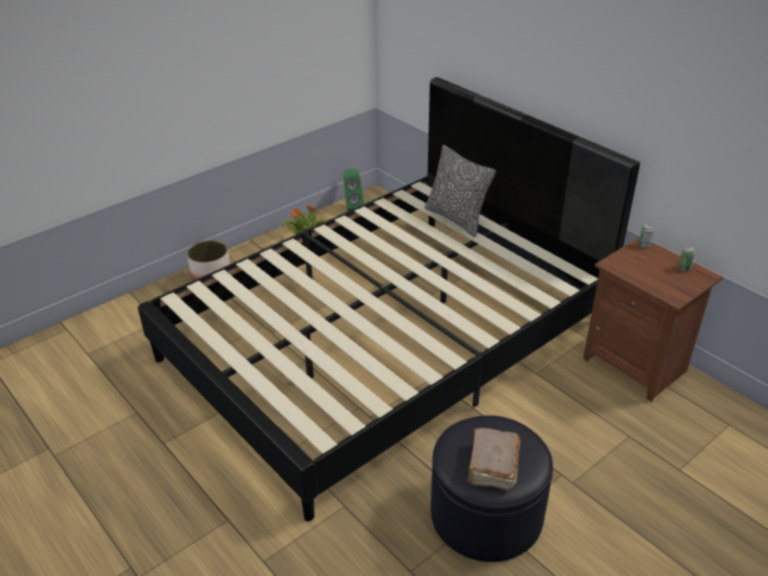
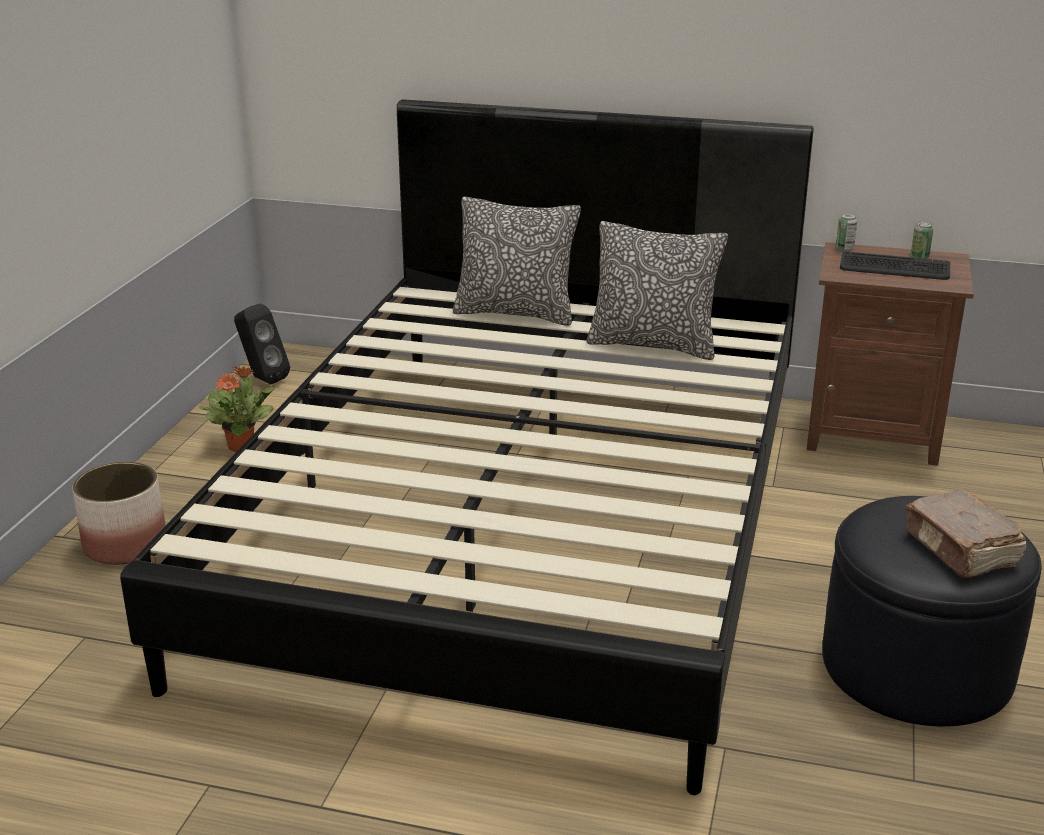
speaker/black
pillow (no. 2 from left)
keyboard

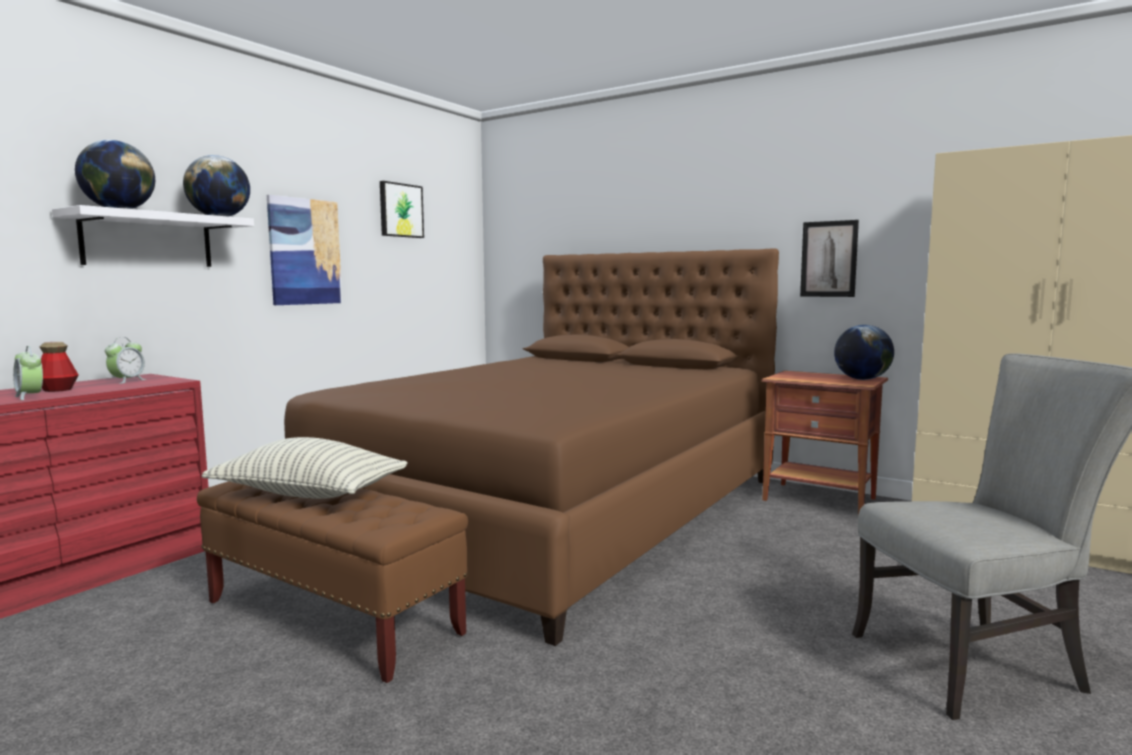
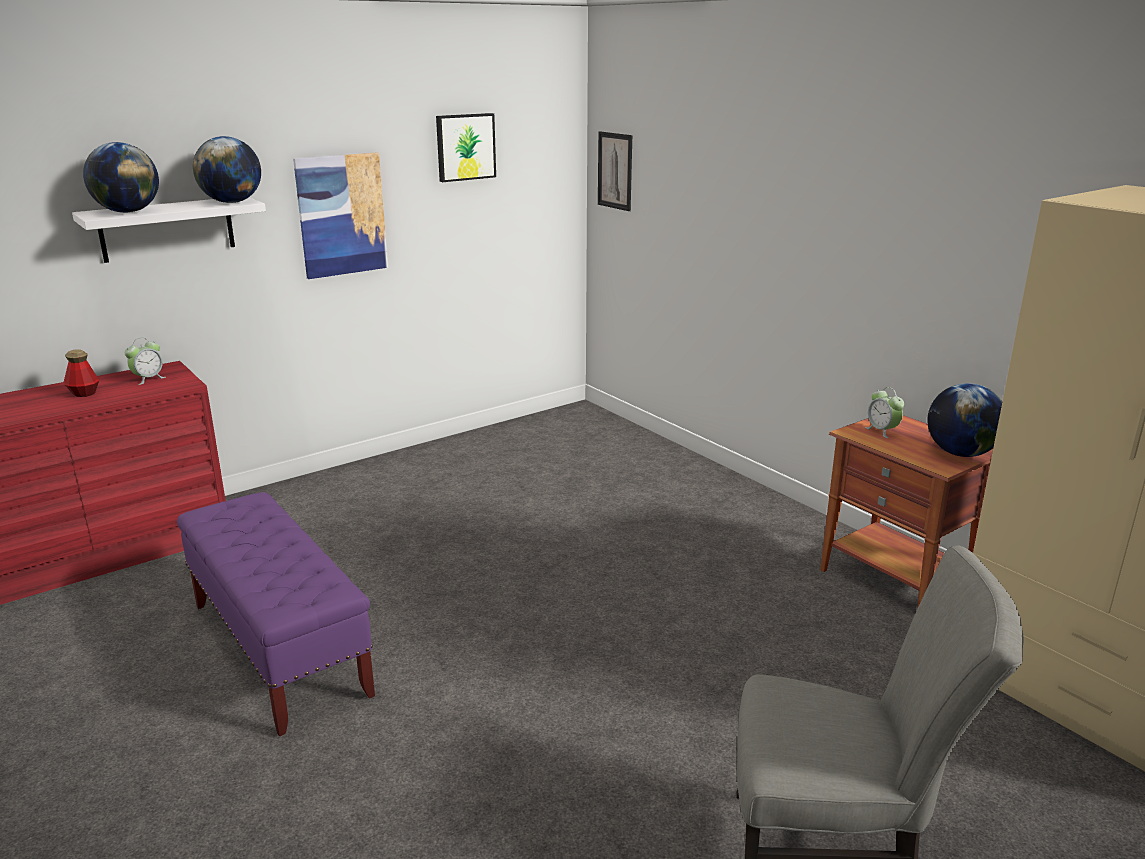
picture (no. 3 from left)
bed/brown
alarm clock (no. 2 from left)
pillow
bench/purple

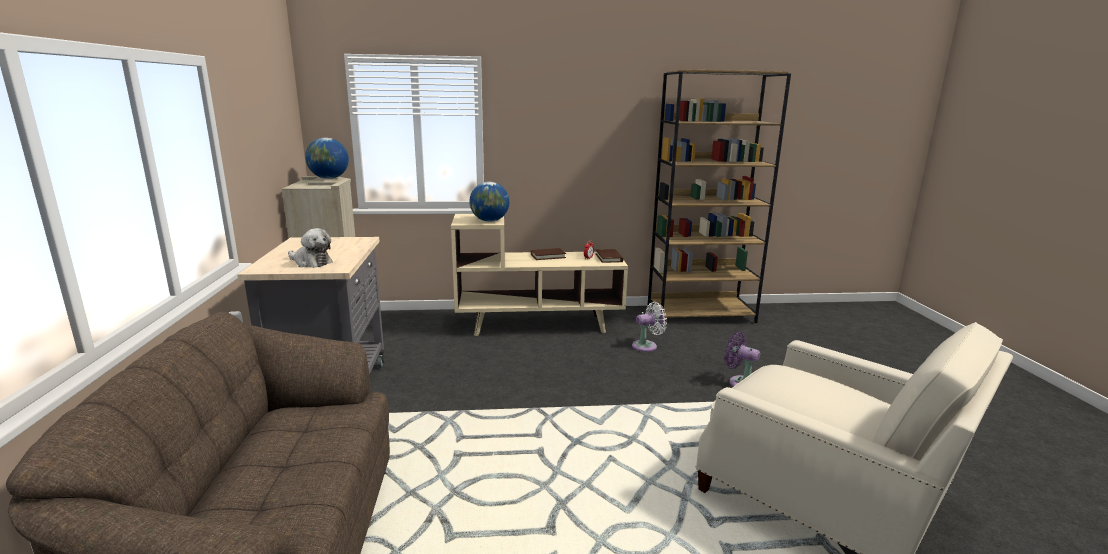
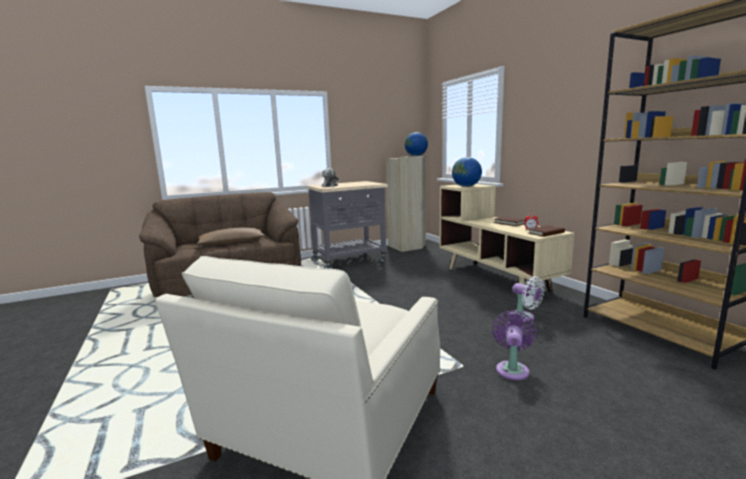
pillow/brown

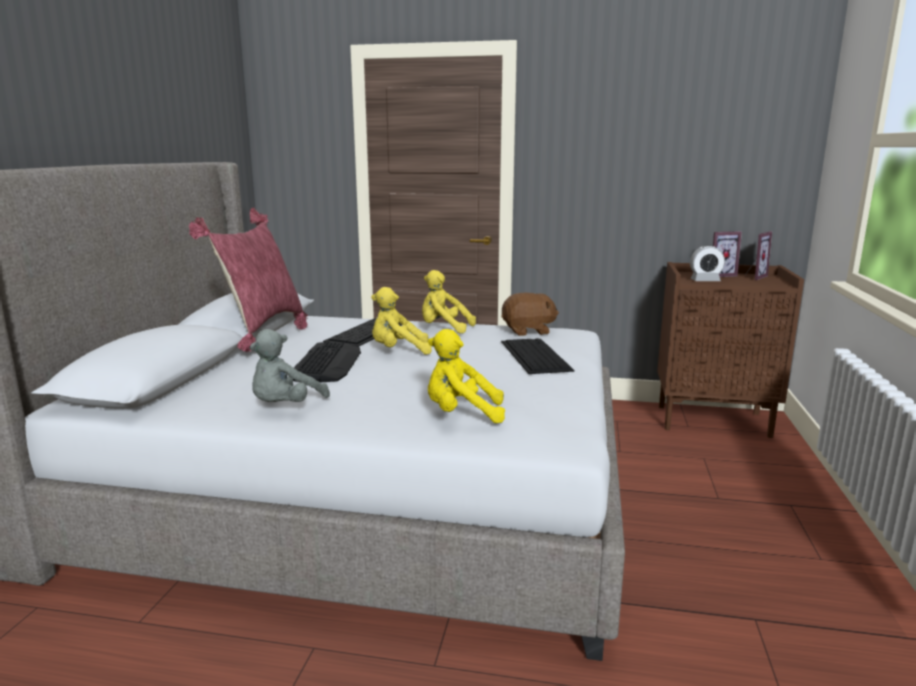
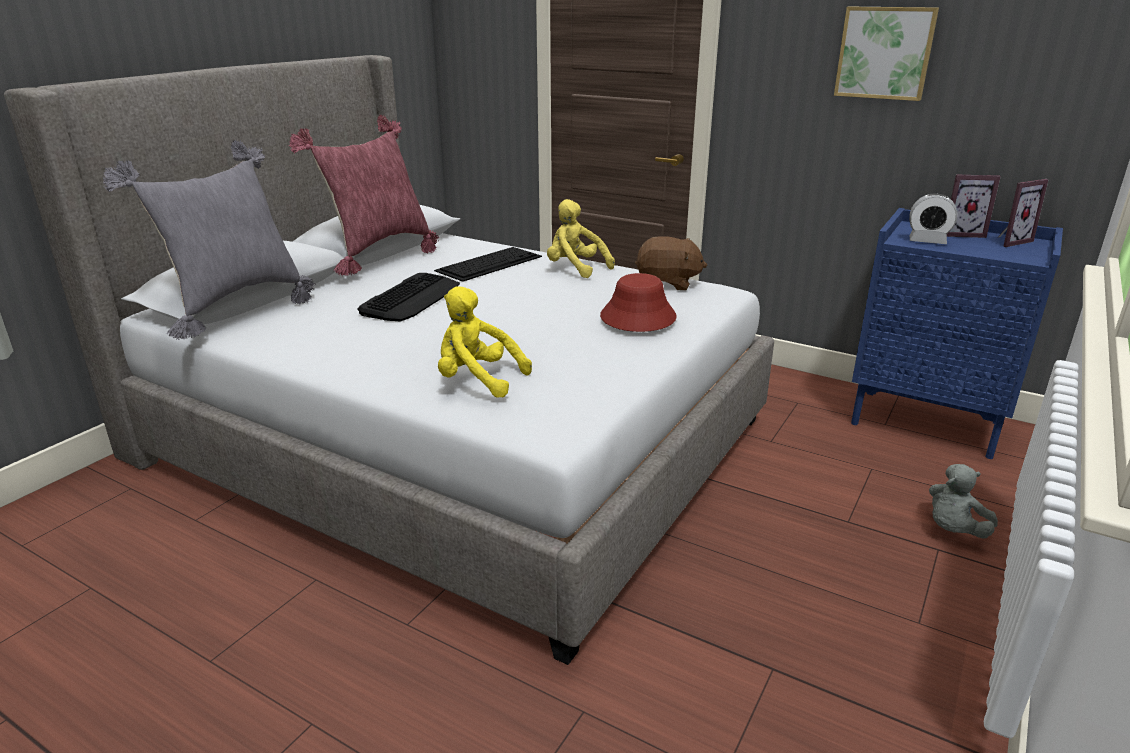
cabinet/blue
plush toy/yellow (no. 1 from left in the first image)
plush toy/grey
hat/red
picture
pillow/grey

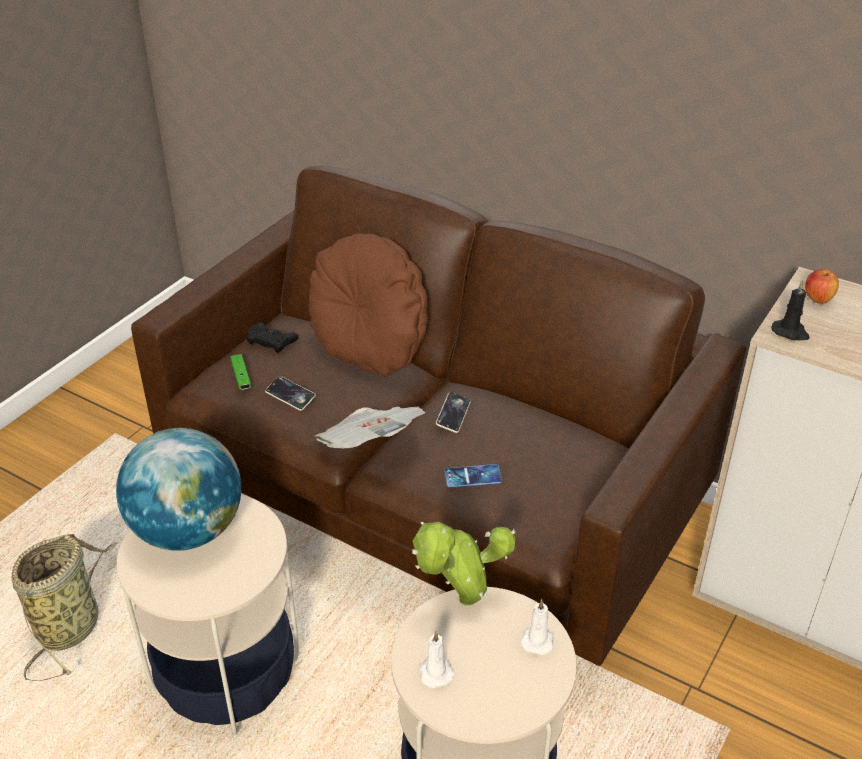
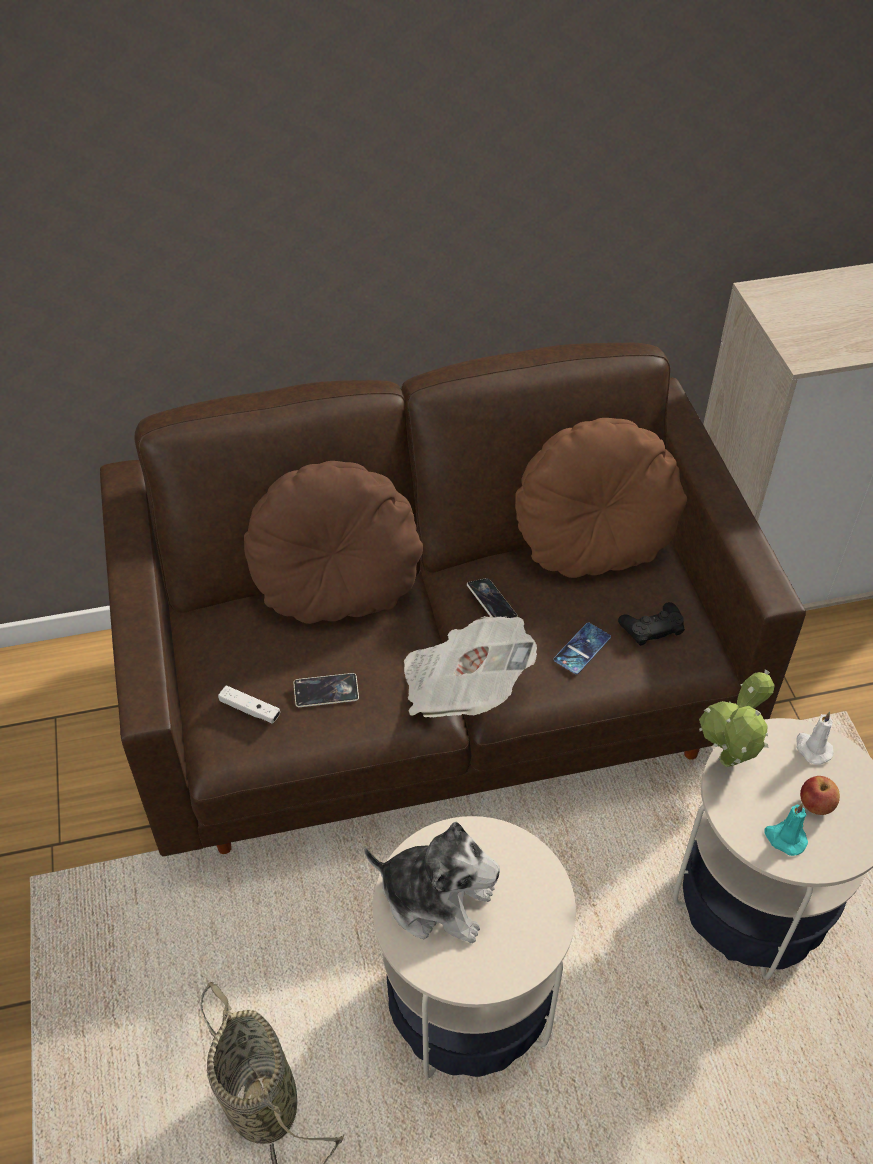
apple
candle/black
game controller/black
game controller/white
plush toy
candle/turquoise
pillow/brown (no. 2 from left)

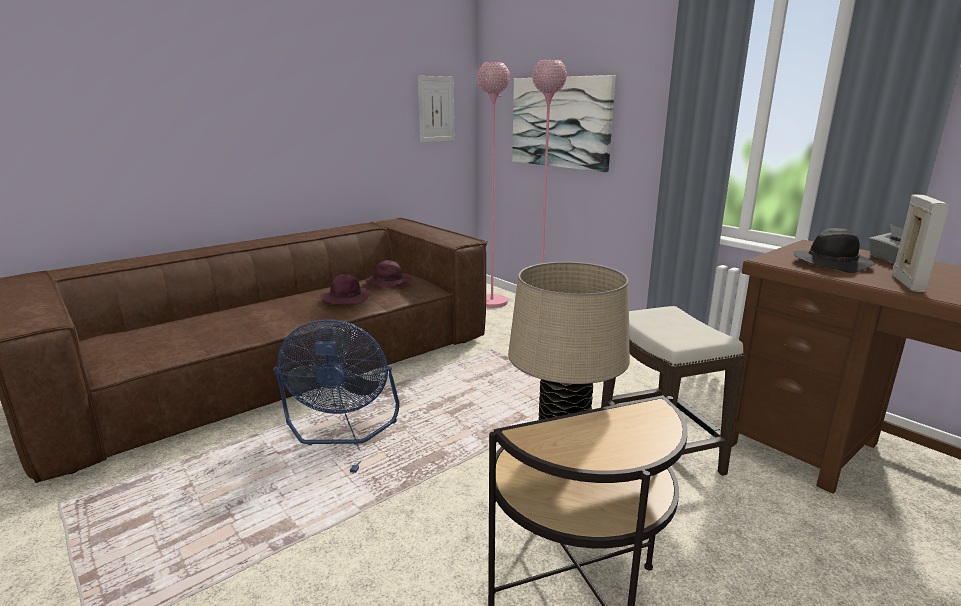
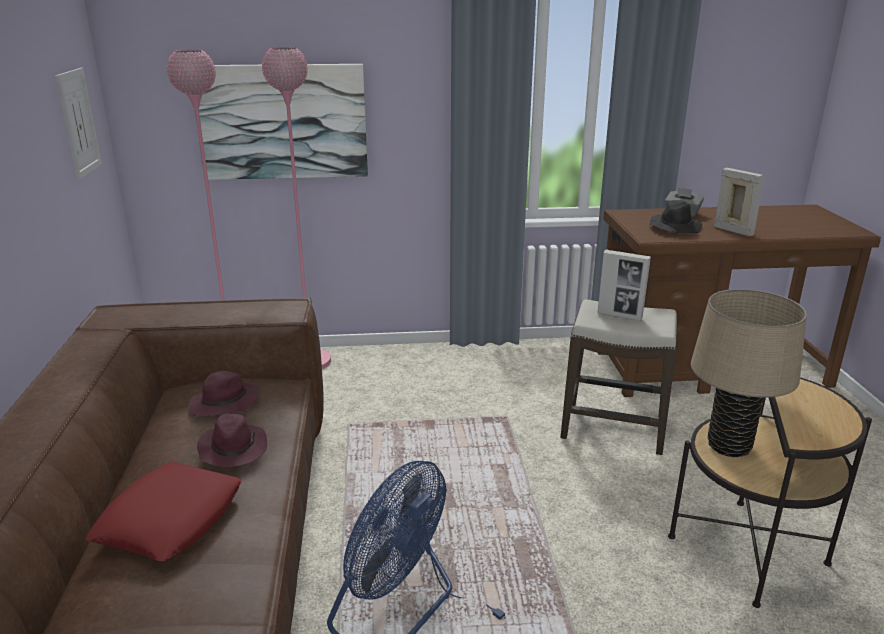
picture frame (no. 1 from left)
pillow/red

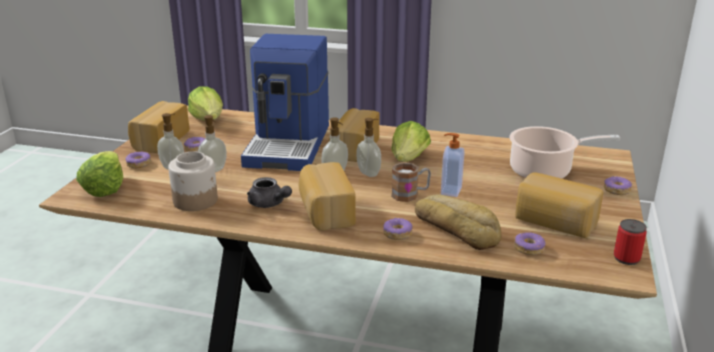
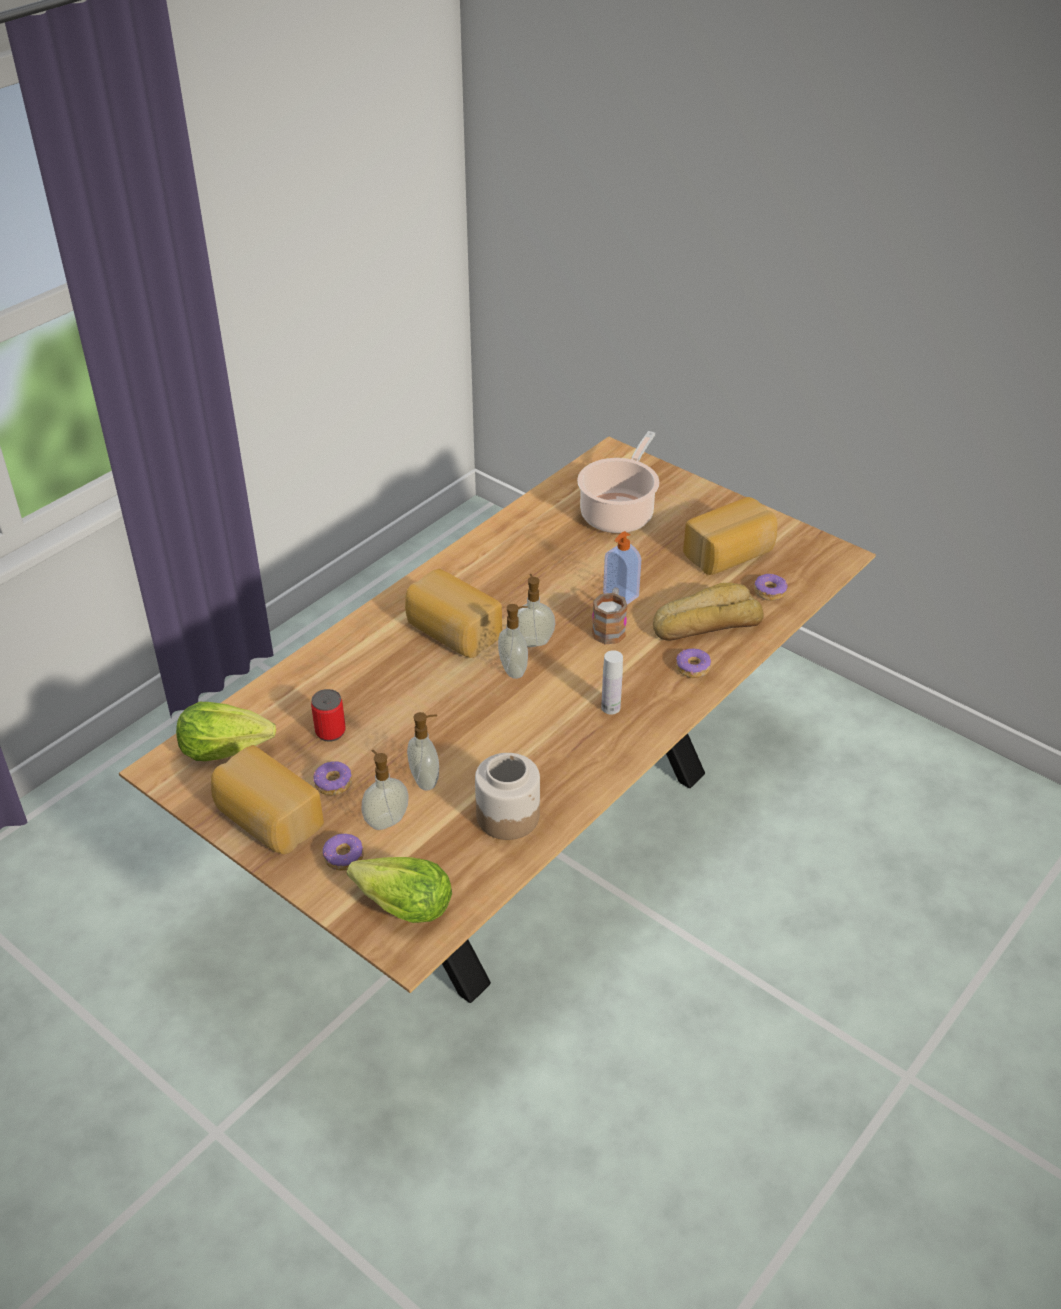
coffee machine
lettuce (no. 3 from left in the first image)
bottle/white
donut (no. 5 from left in the first image)
teapot/grey
can

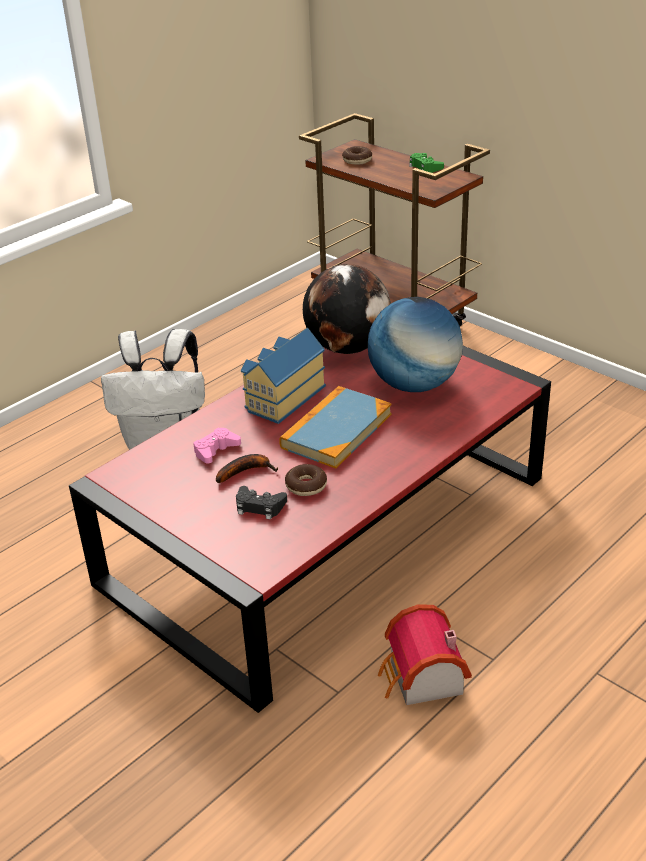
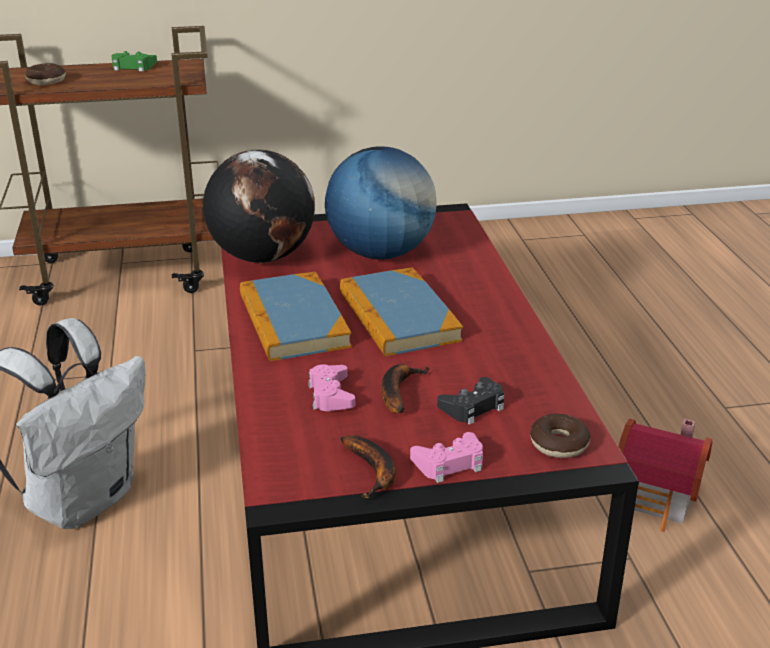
book (no. 1 from left)
donut (no. 2 from left)
game controller/pink (no. 2 from left)
banana (no. 1 from left)

